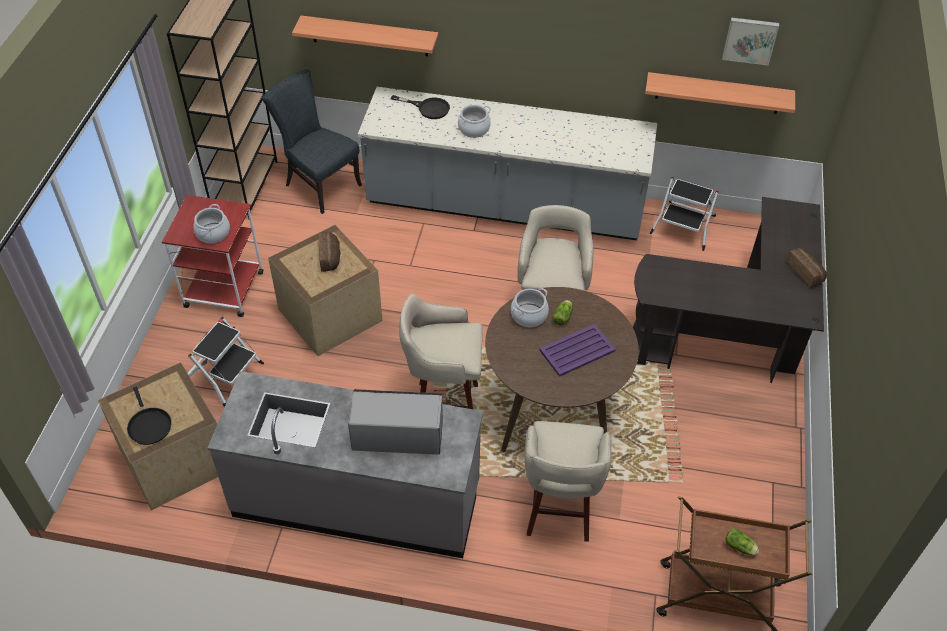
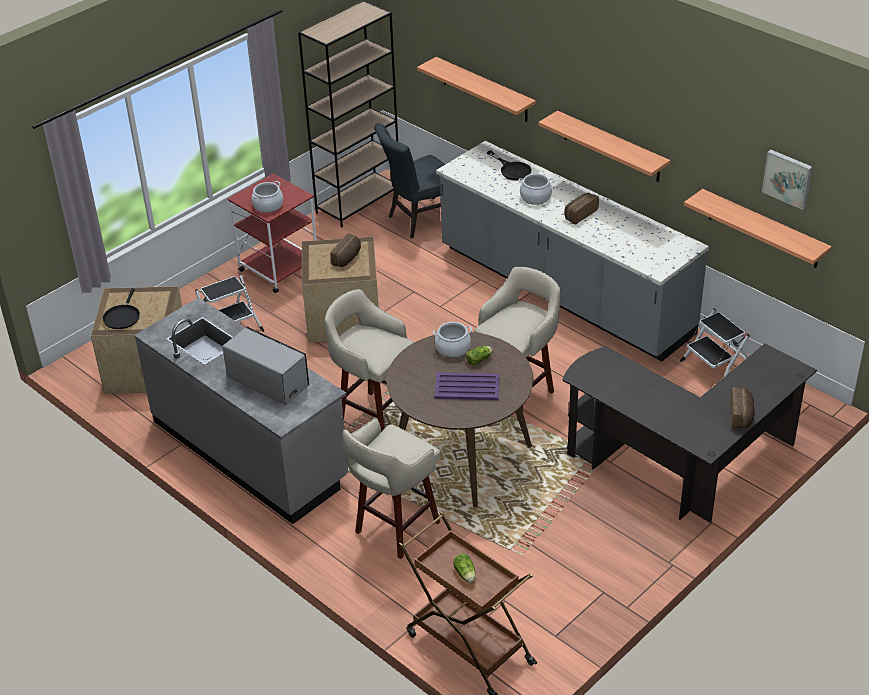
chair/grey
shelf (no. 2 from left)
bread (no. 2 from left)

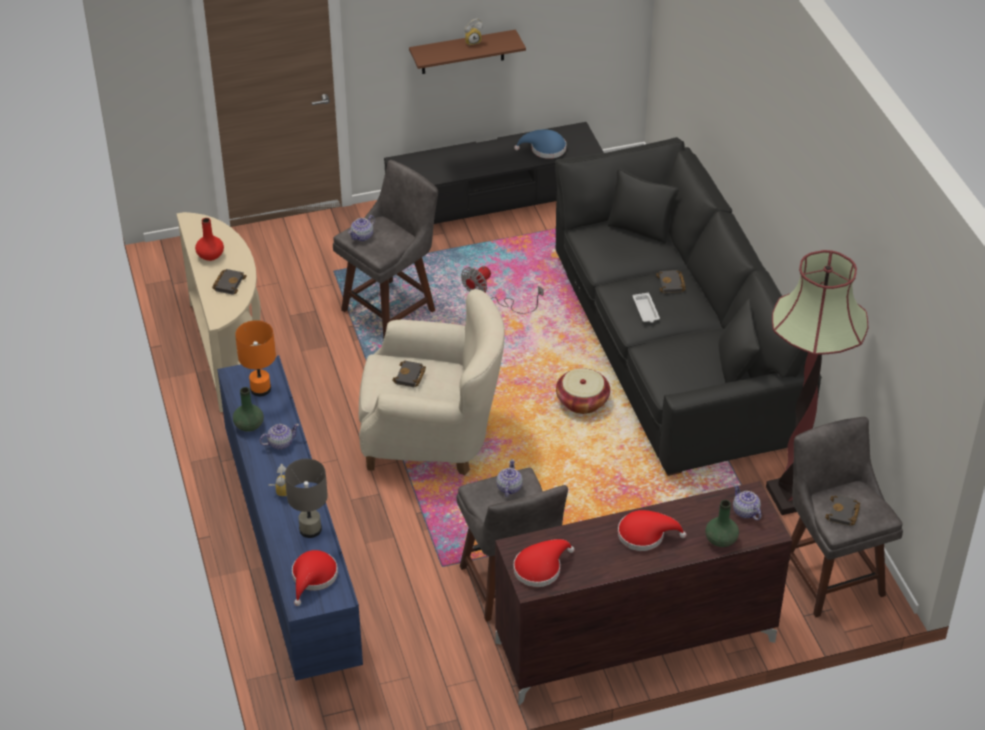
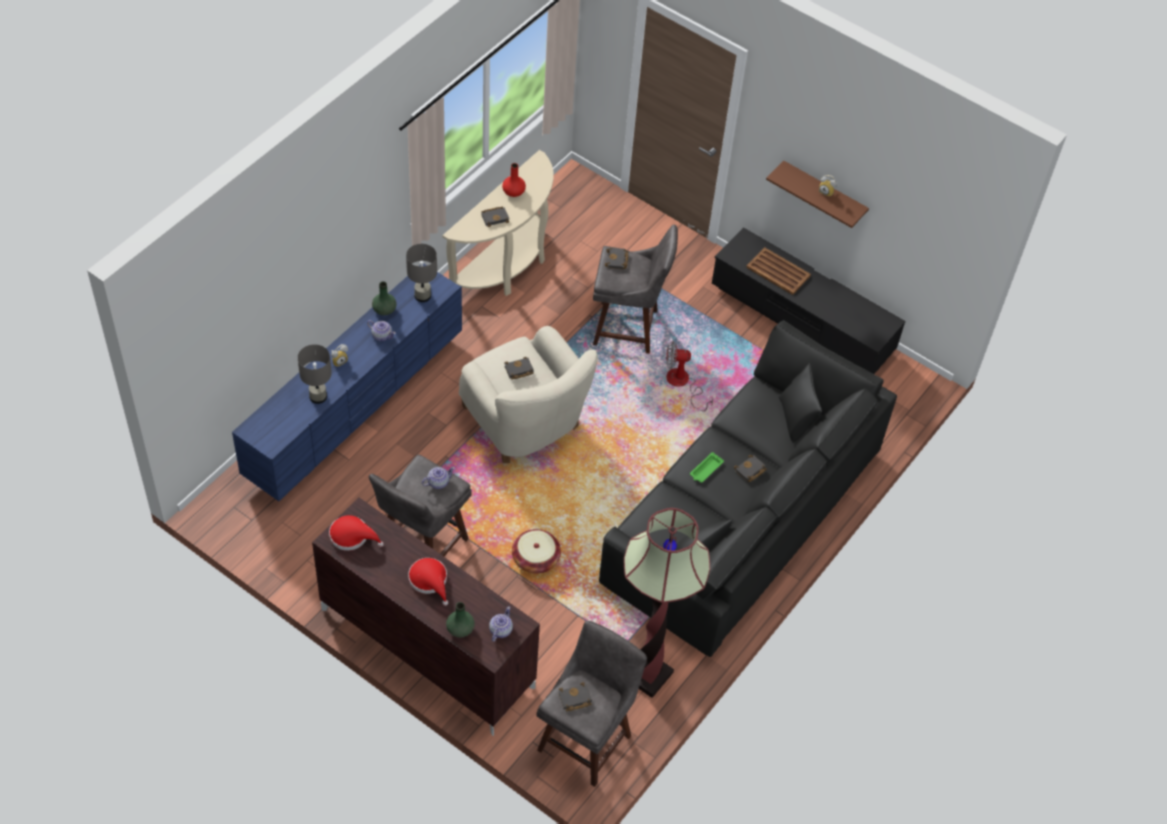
hat/blue
book/black (no. 4 from left)
tray/green
table lamp/grey (no. 2 from left)
basket
hat/red (no. 1 from left in the first image)
tray/brown

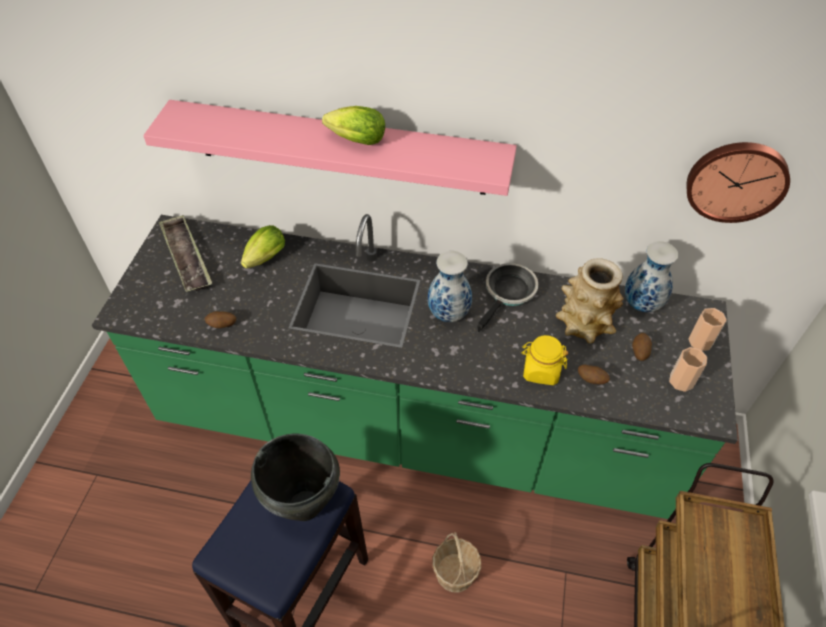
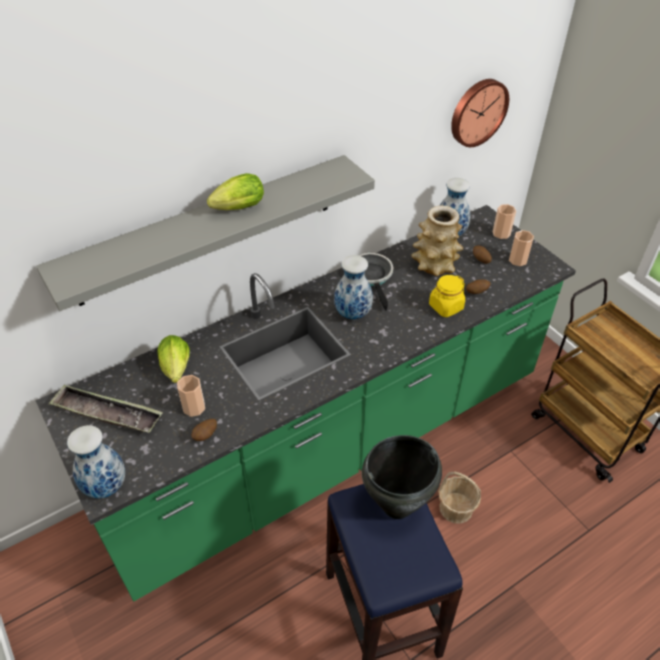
shelf/grey
cup (no. 1 from left)
vase (no. 1 from left)

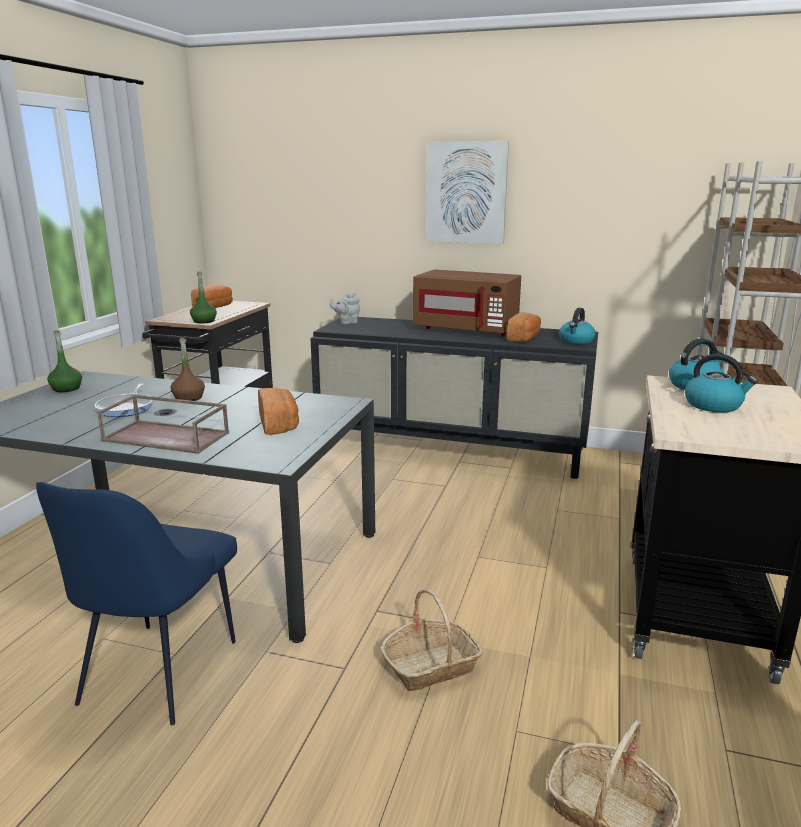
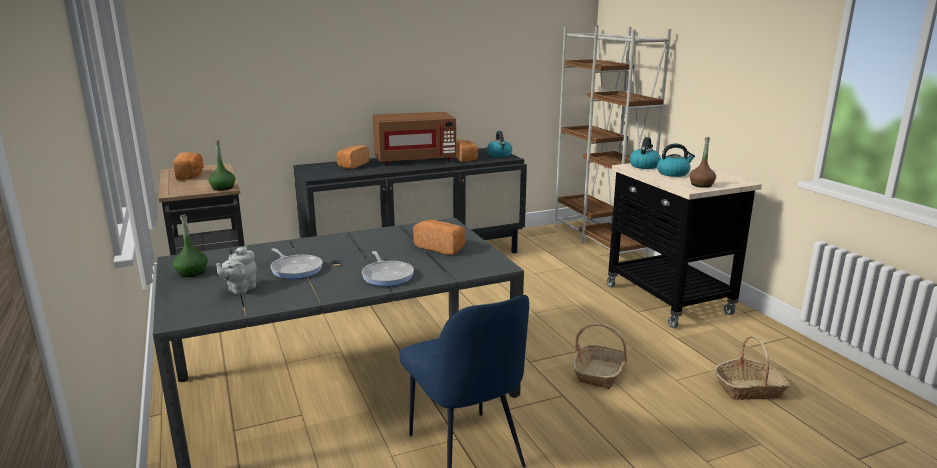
picture
teapot/grey
bottle/brown
frying pan (no. 2 from left)
bread (no. 2 from left)

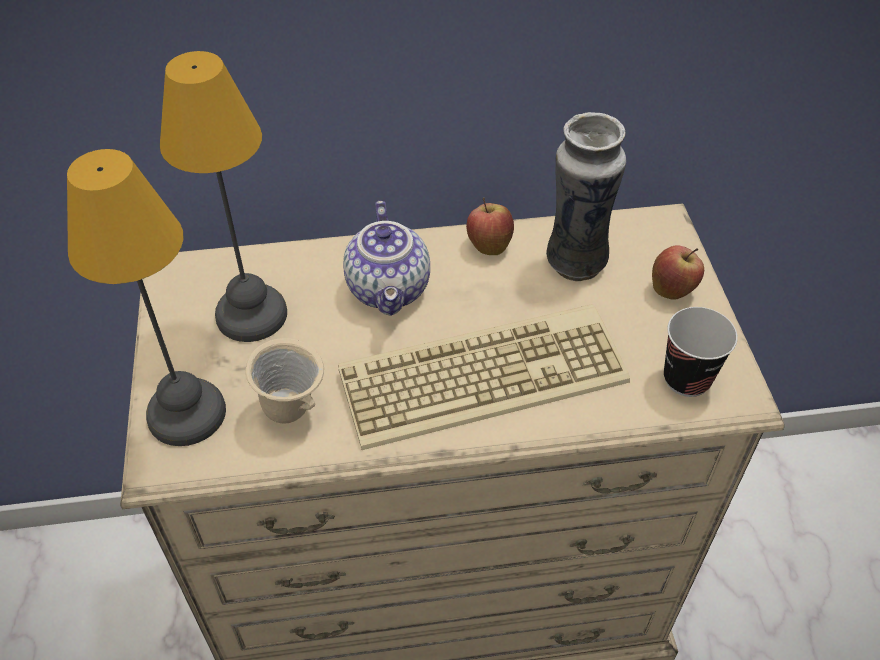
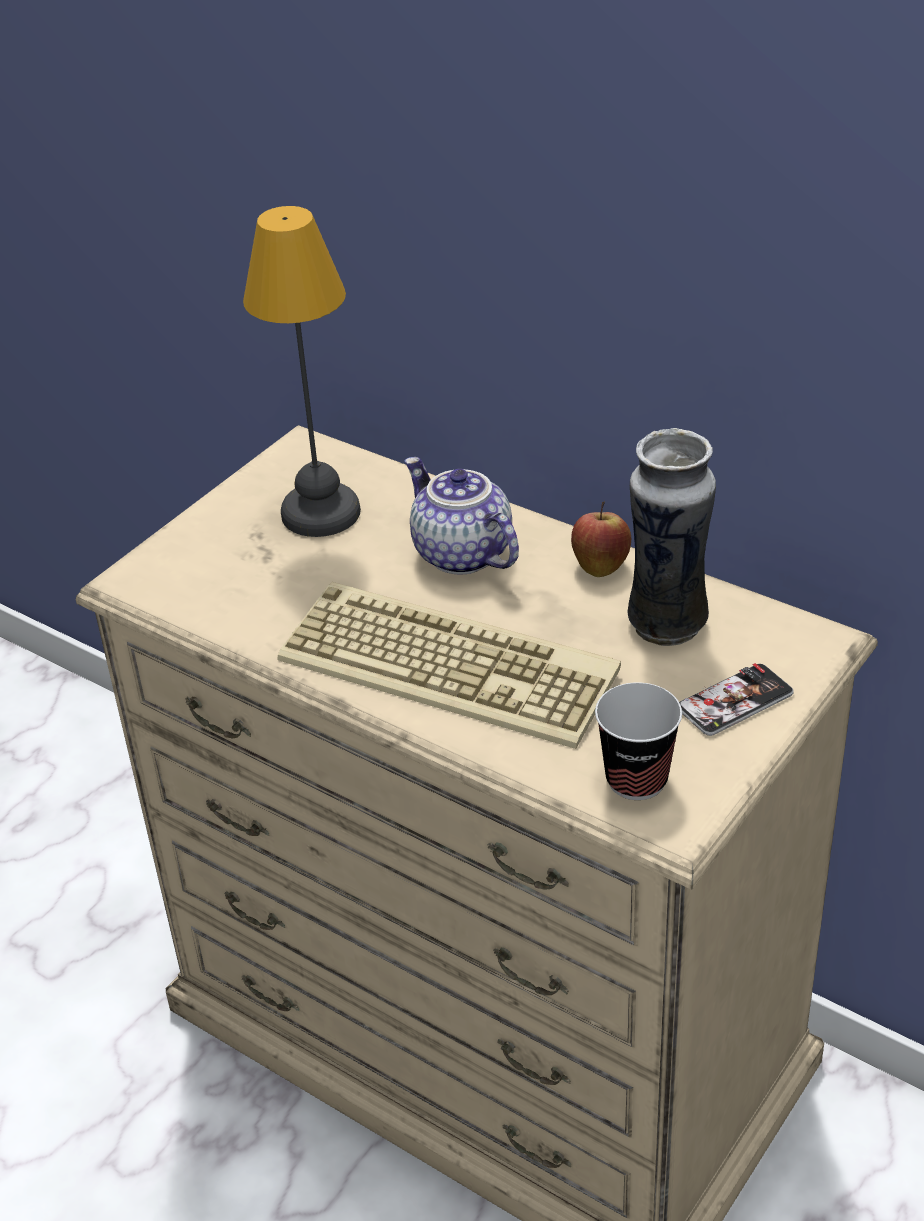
table lamp (no. 1 from left in the first image)
teapot
phone
mug/beige

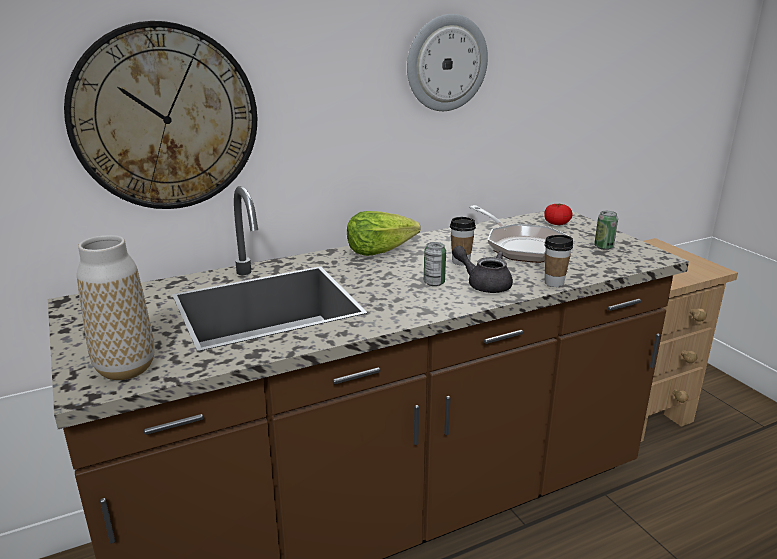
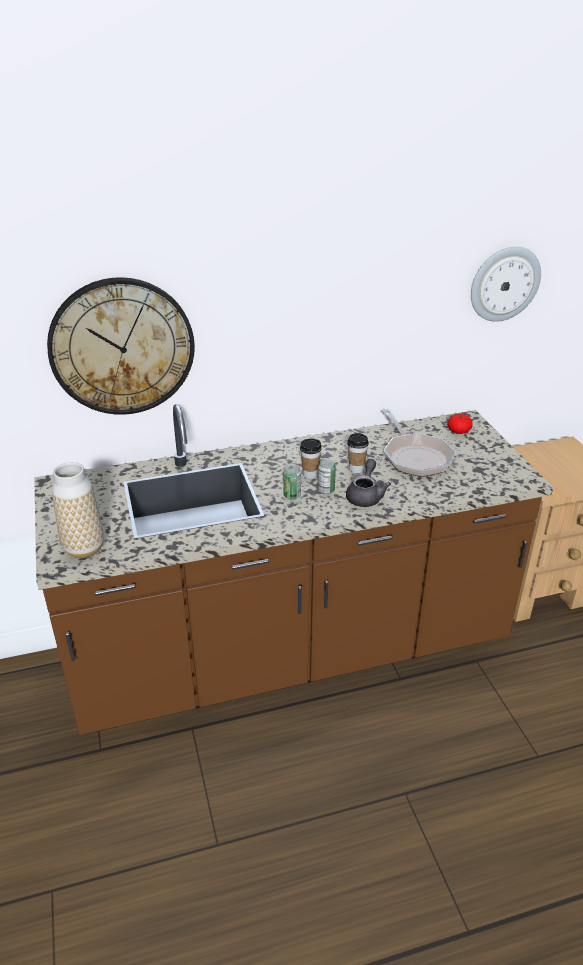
wall clock (no. 2 from left)
lettuce
can (no. 1 from left)
cup (no. 1 from left)
teapot/grey

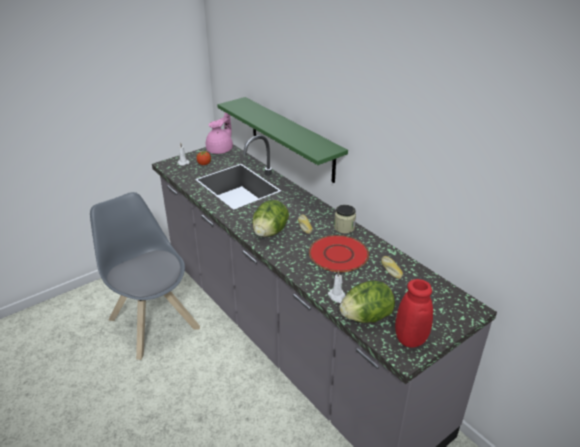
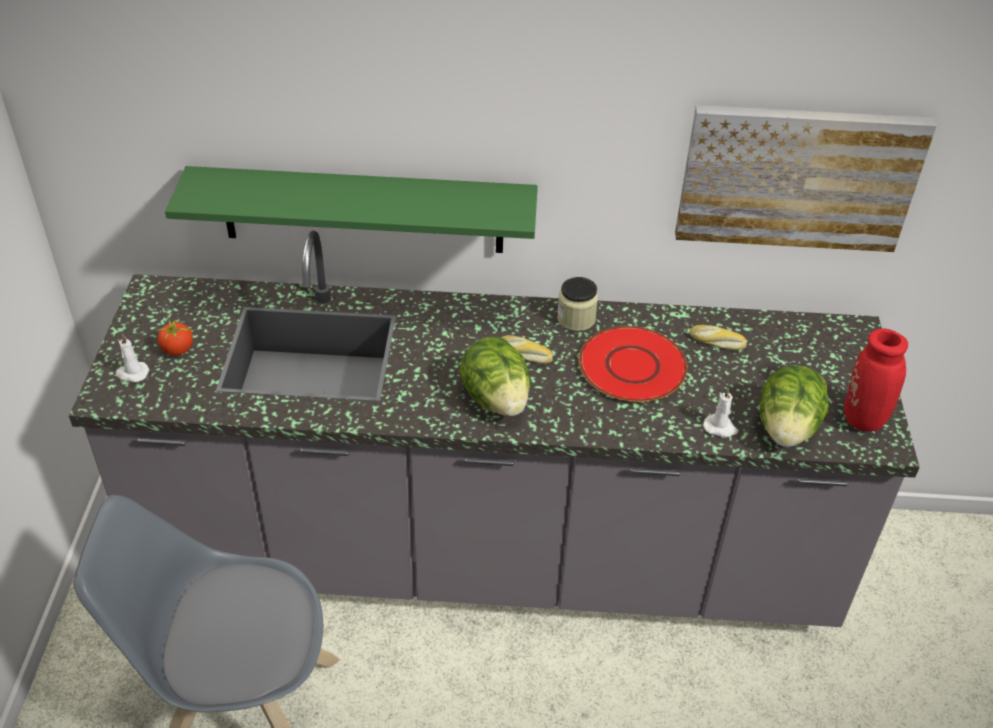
teapot/pink
picture

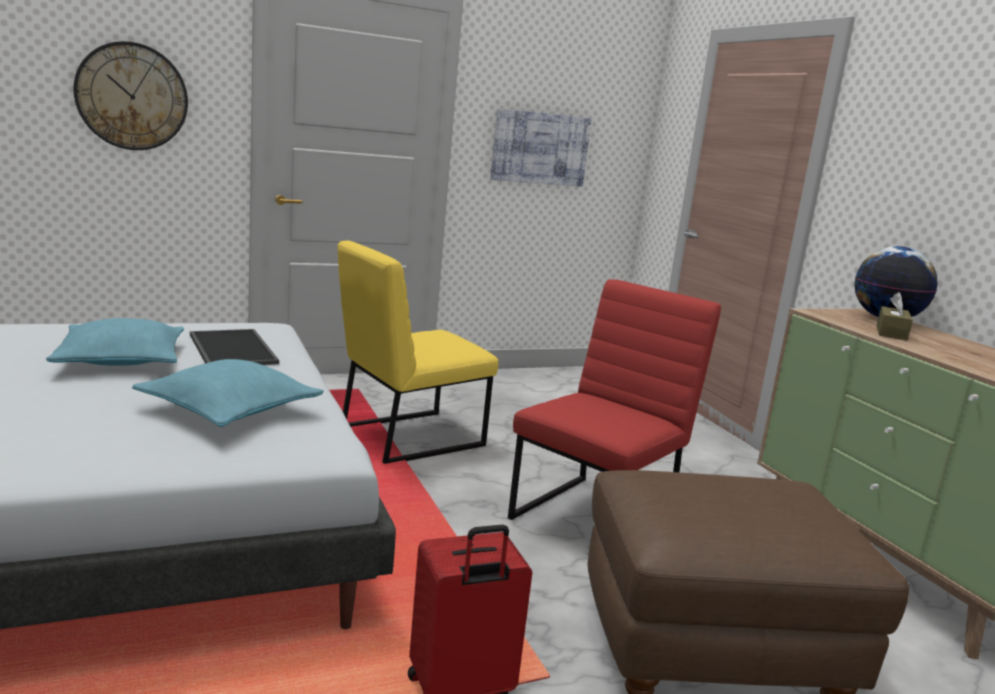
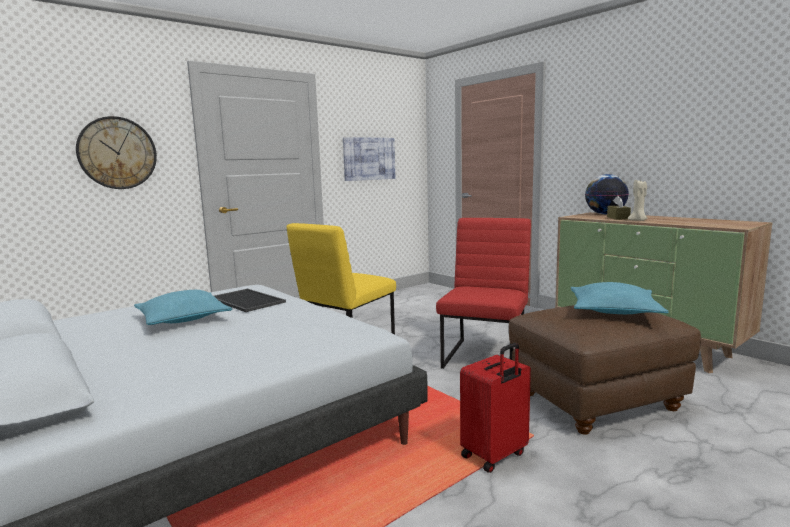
pillow/turquoise (no. 2 from left)
candle/beige

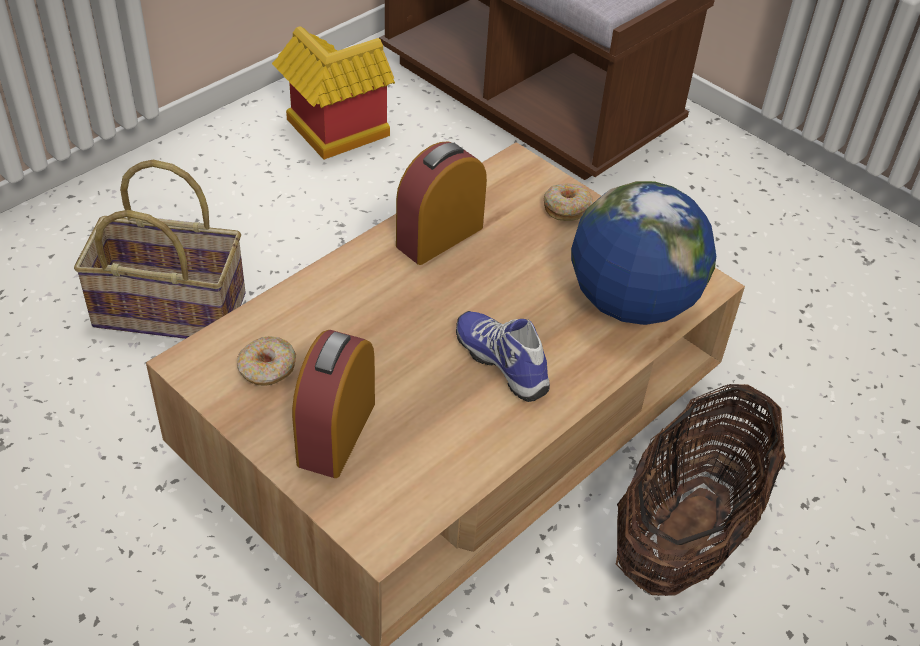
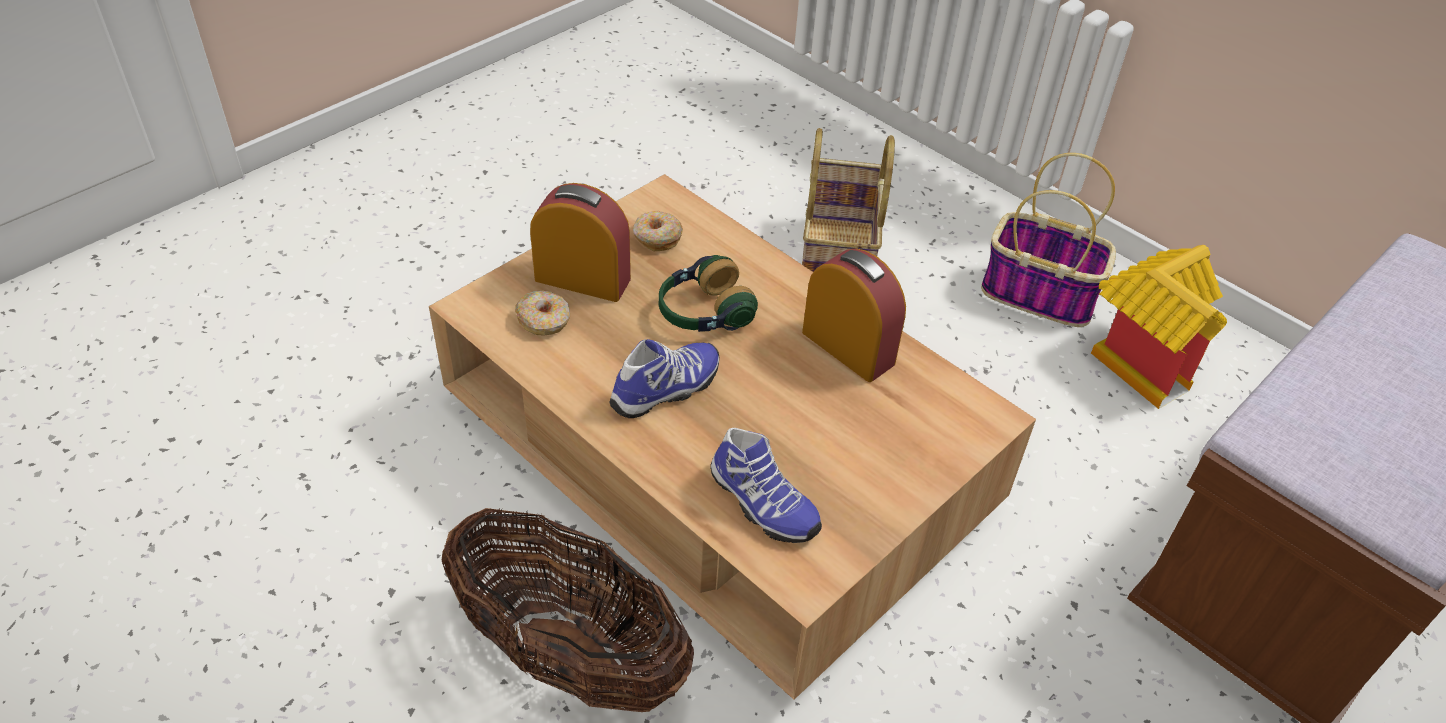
shoe (no. 2 from left)
donut (no. 1 from left)
basket (no. 3 from left)
headphones

